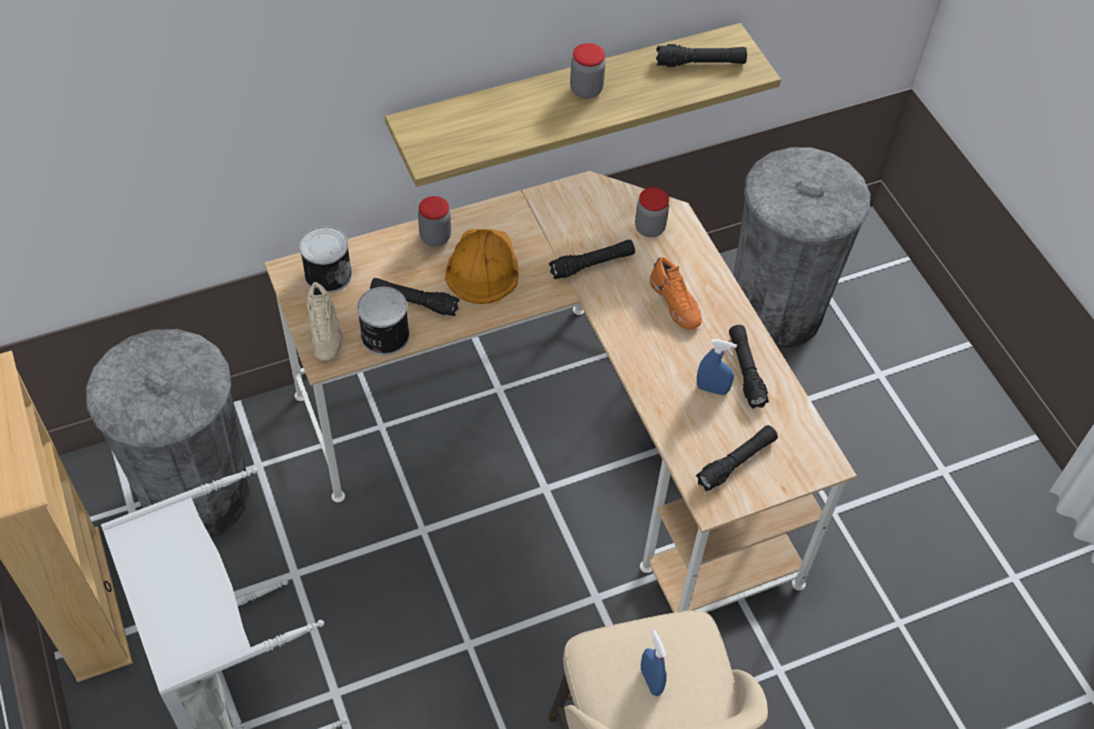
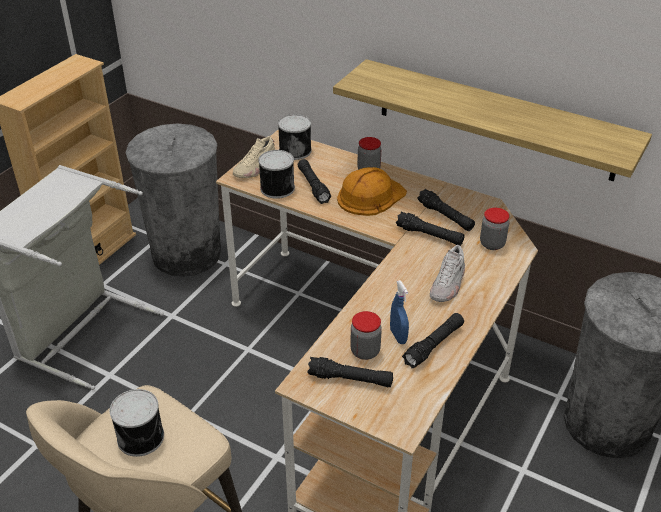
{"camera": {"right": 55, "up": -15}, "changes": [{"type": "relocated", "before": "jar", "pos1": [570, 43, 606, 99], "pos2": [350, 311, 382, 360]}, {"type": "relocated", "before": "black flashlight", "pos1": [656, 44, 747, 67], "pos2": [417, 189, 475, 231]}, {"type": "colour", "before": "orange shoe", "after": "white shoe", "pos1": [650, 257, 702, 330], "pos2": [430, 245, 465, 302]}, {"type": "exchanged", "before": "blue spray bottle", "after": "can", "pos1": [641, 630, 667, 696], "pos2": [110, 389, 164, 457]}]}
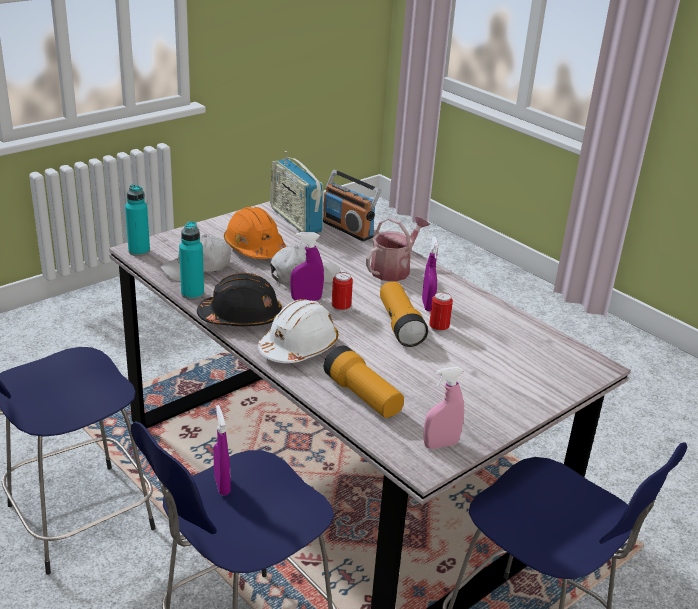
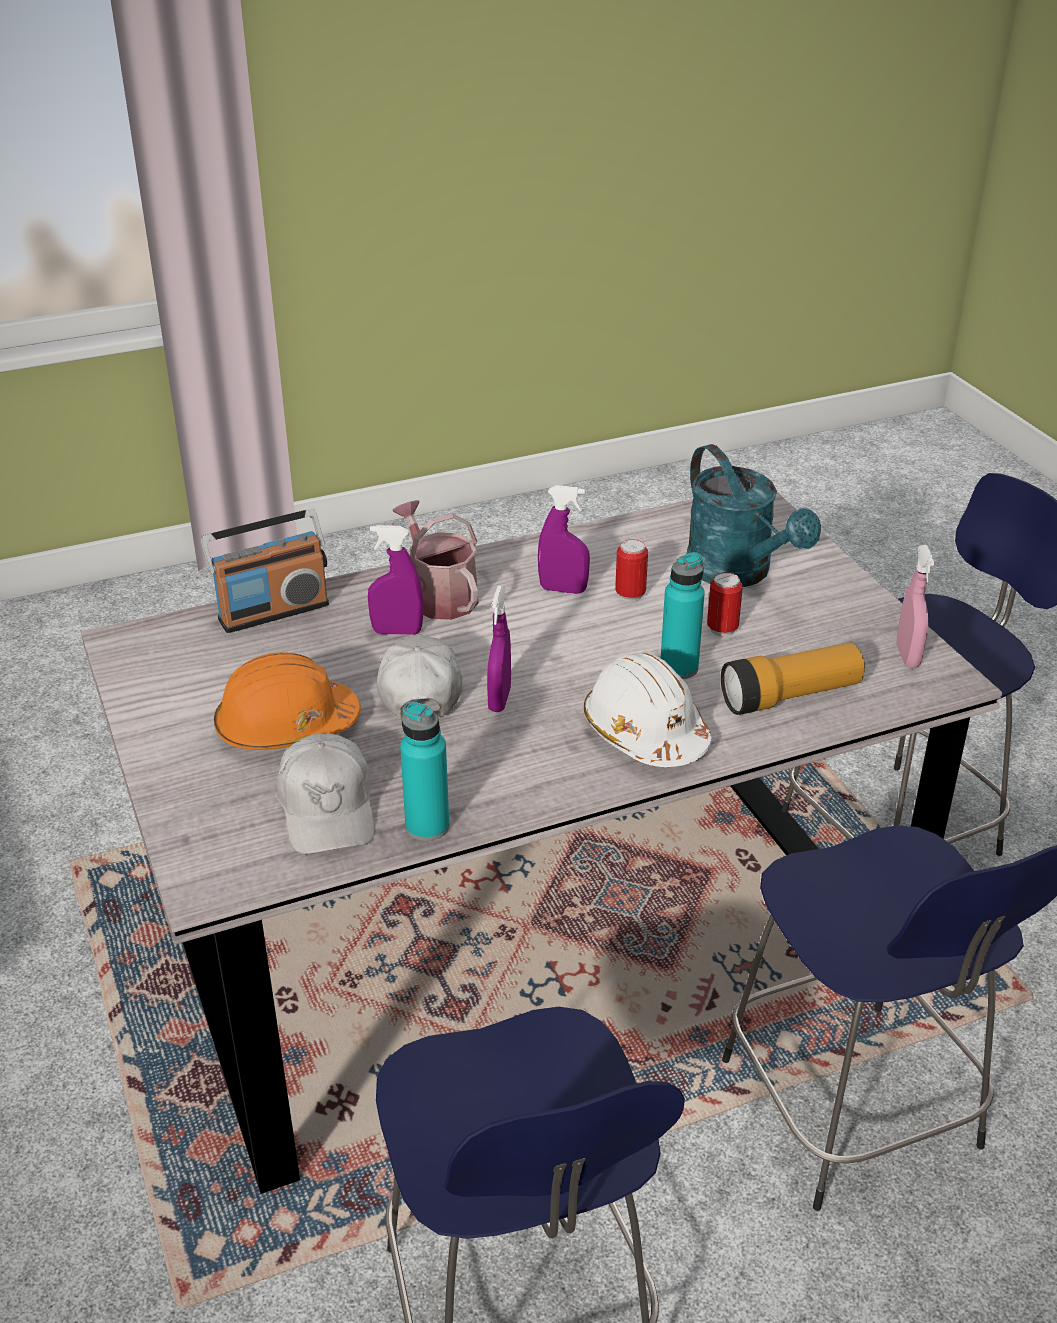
{"camera": {"right": -70, "up": 5}, "changes": [{"type": "missing", "before": "radio", "pos1": [270, 151, 323, 233]}, {"type": "relocated", "before": "turquoise bottle", "pos1": [125, 184, 150, 256], "pos2": [661, 552, 705, 679]}, {"type": "relocated", "before": "can", "pos1": [332, 272, 353, 312], "pos2": [707, 572, 743, 637]}, {"type": "missing", "before": "black hard hat", "pos1": [197, 273, 282, 326]}, {"type": "missing", "before": "flashlight", "pos1": [380, 282, 428, 347]}, {"type": "relocated", "before": "purple spray bottle", "pos1": [213, 405, 231, 495], "pos2": [368, 525, 423, 635]}, {"type": "appeared", "after": "turquoise watering can", "pos2": [687, 444, 821, 587]}]}
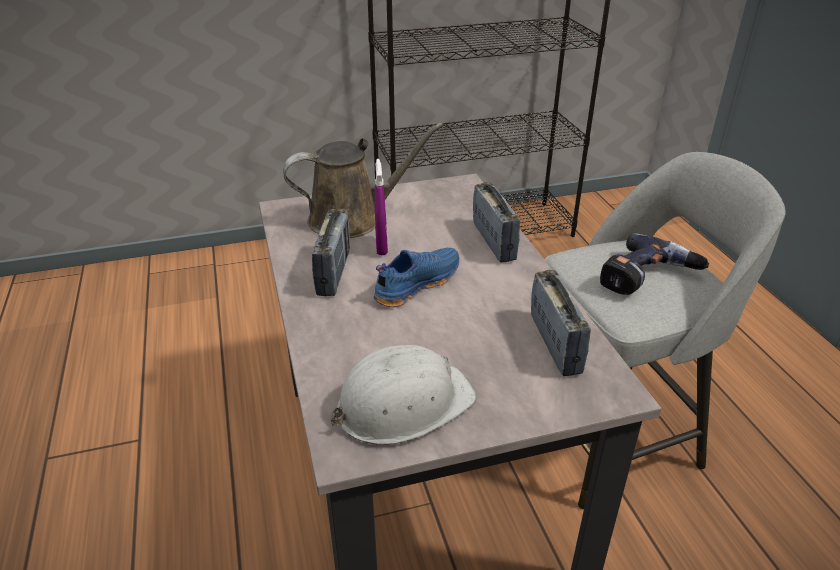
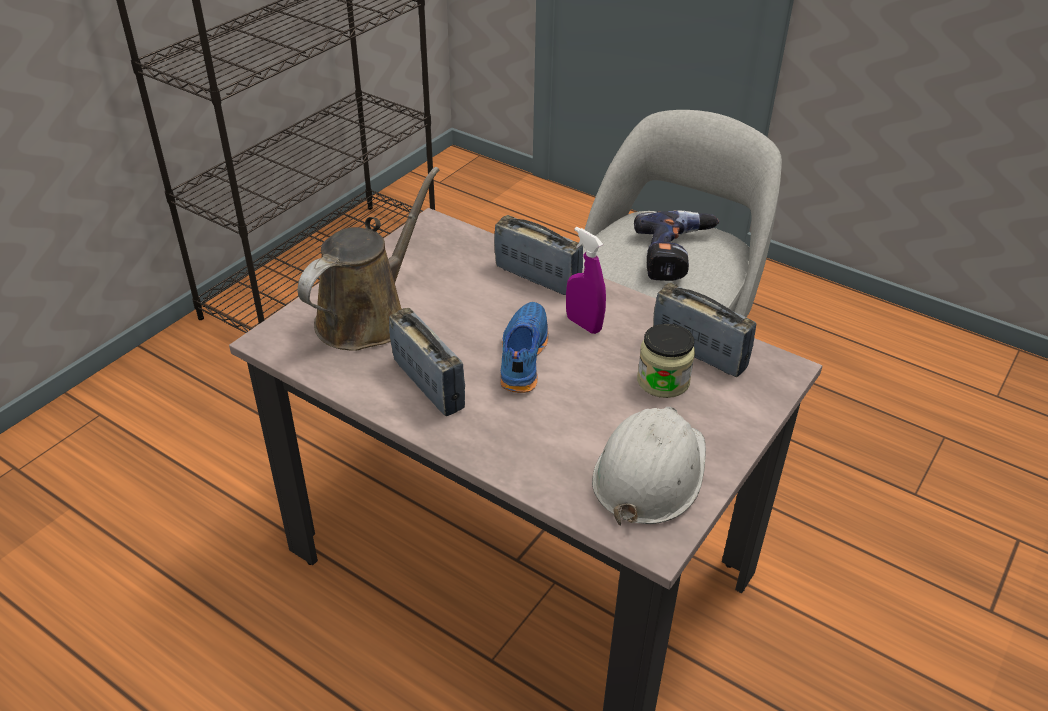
{"camera": {"right": -40, "up": 5}, "changes": [{"type": "relocated", "before": "purple spray bottle", "pos1": [375, 159, 388, 255], "pos2": [566, 227, 606, 334]}, {"type": "appeared", "after": "jar", "pos2": [637, 324, 695, 398]}]}
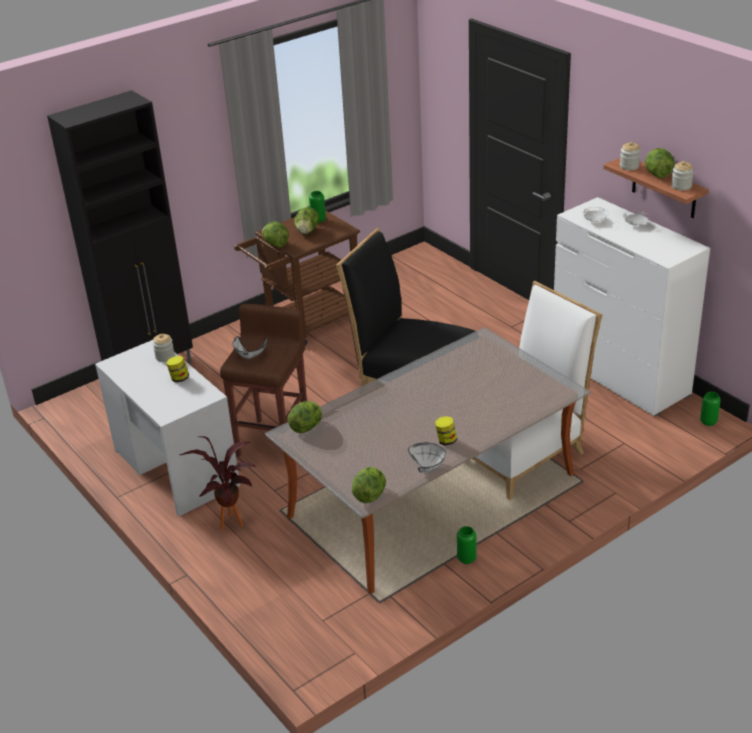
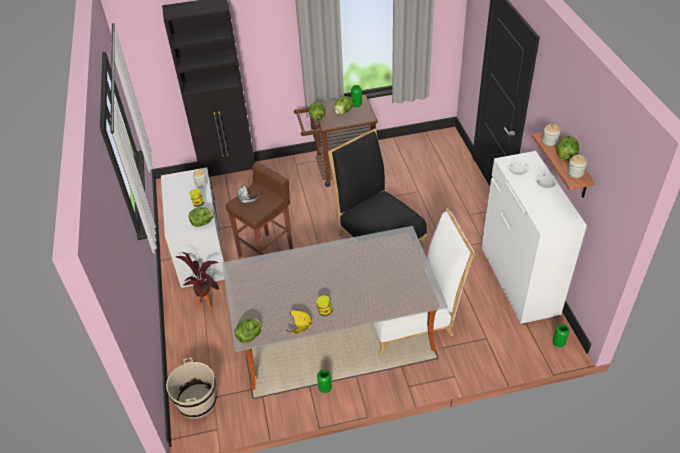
{"camera": {"right": 25, "up": 10}, "changes": [{"type": "relocated", "before": "lettuce", "pos1": [287, 401, 322, 433], "pos2": [189, 207, 214, 227]}, {"type": "colour", "before": "white bowl", "after": "yellow bowl", "pos1": [408, 443, 446, 473], "pos2": [286, 310, 312, 334]}, {"type": "appeared", "after": "beige bucket", "pos2": [166, 358, 216, 419]}]}
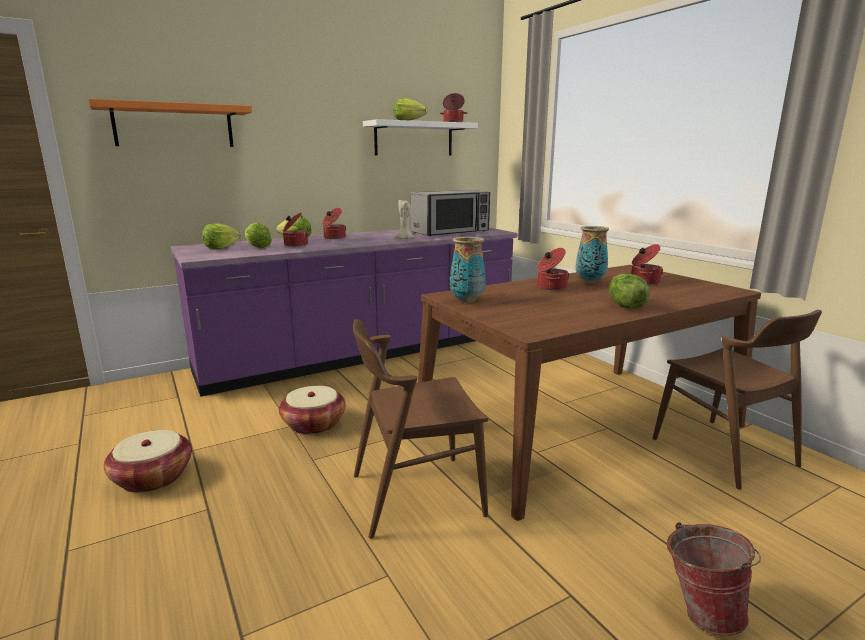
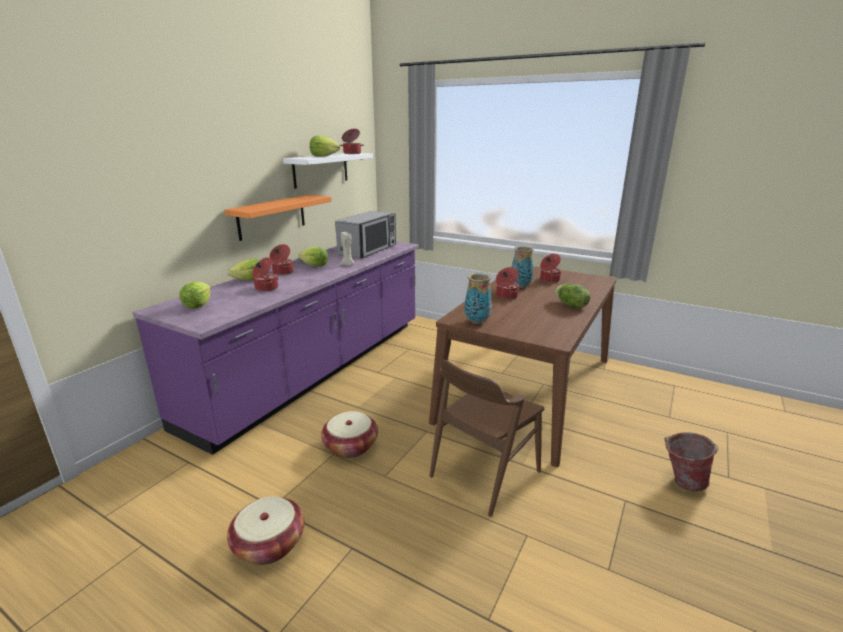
{"camera": {"right": -30, "up": 5}, "changes": [{"type": "relocated", "before": "orange shelf", "pos1": [89, 99, 252, 147], "pos2": [224, 195, 332, 241]}, {"type": "relocated", "before": "lettuce", "pos1": [245, 223, 272, 248], "pos2": [298, 247, 328, 267]}, {"type": "missing", "before": "brown chair", "pos1": [653, 310, 822, 490]}]}
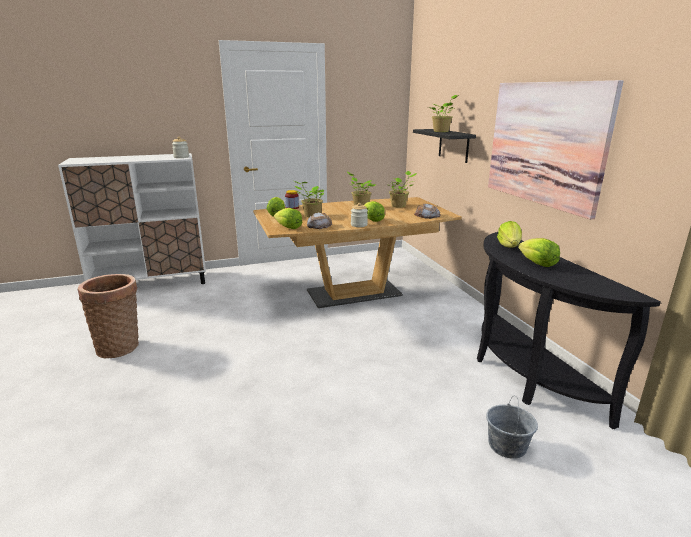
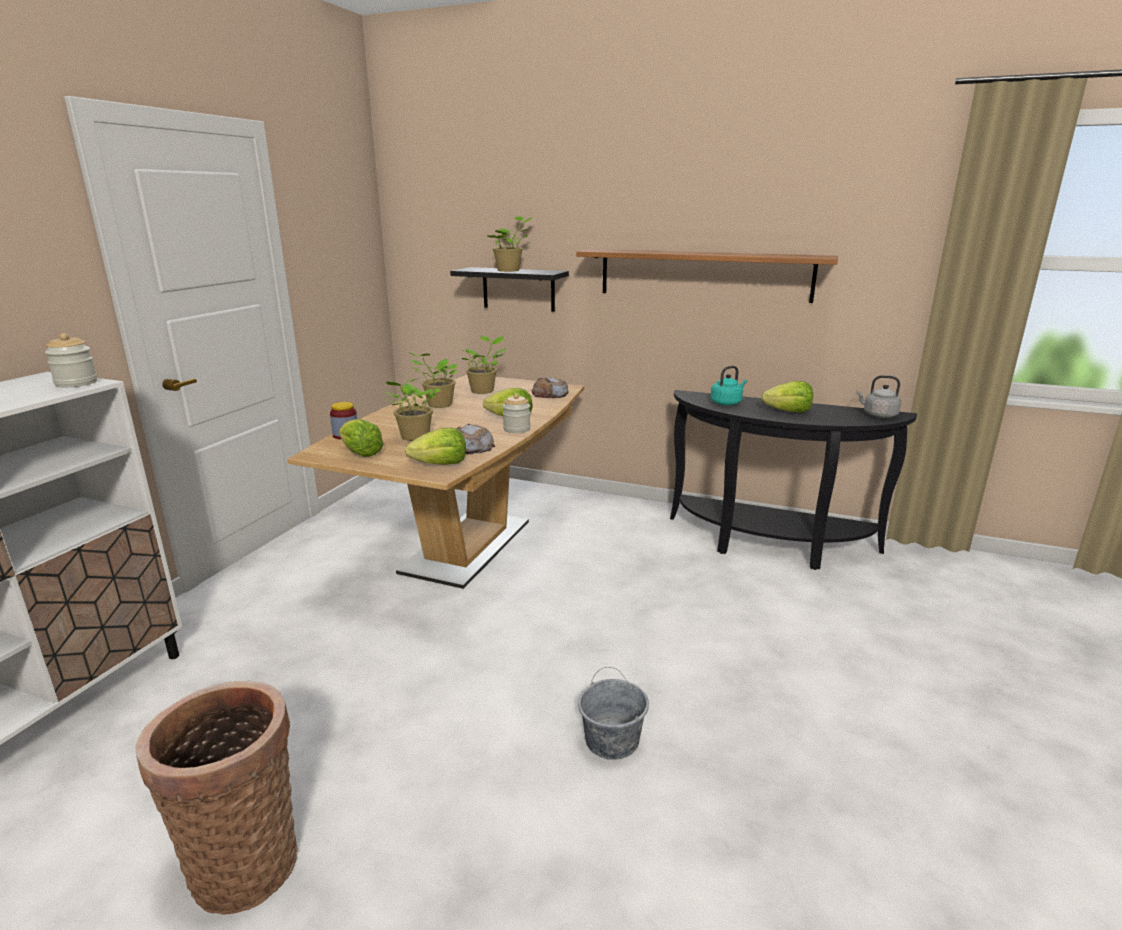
{"camera": {"right": -50, "up": 0}, "changes": [{"type": "exchanged", "before": "picture", "after": "shelf", "pos1": [488, 80, 624, 220], "pos2": [576, 249, 838, 303]}, {"type": "exchanged", "before": "lettuce", "after": "turquoise kettle", "pos1": [497, 221, 522, 248], "pos2": [711, 366, 747, 406]}, {"type": "relocated", "before": "grey bucket", "pos1": [486, 399, 538, 459], "pos2": [578, 667, 649, 760]}, {"type": "appeared", "after": "grey kettle", "pos2": [856, 375, 901, 418]}]}
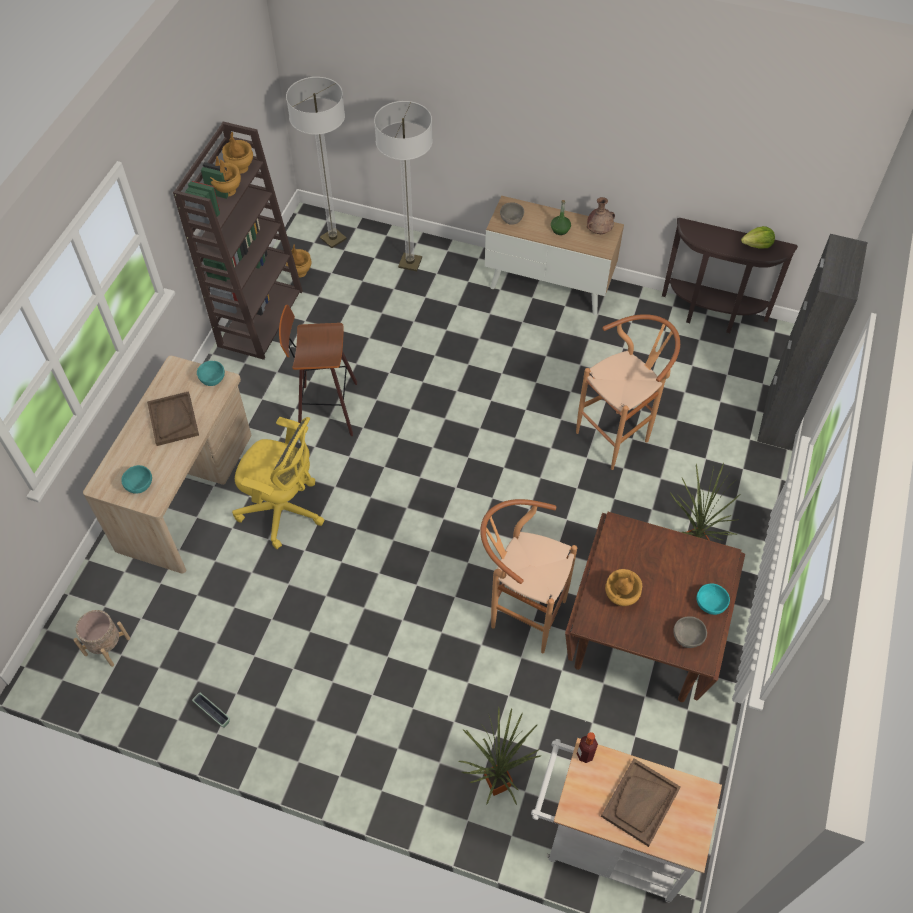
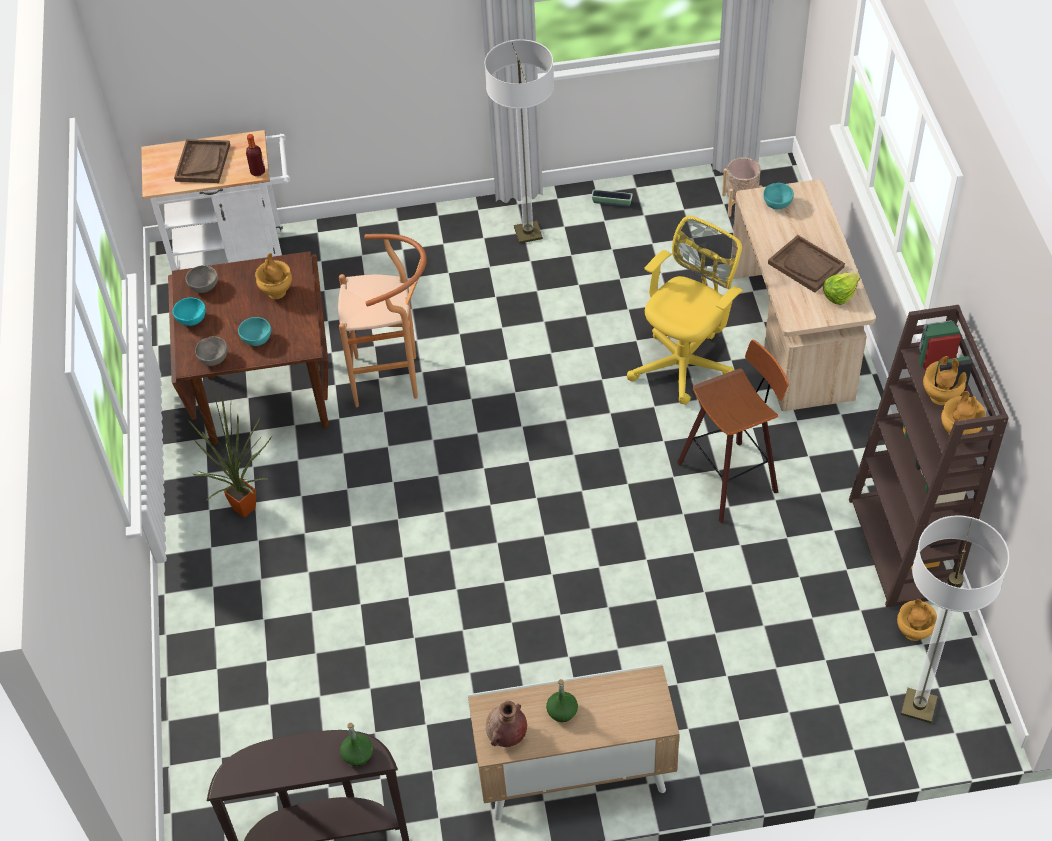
{"camera": {"right": 155, "up": -5}, "changes": [{"type": "relocated", "before": "floor lamp", "pos1": [374, 101, 433, 271], "pos2": [485, 39, 554, 244]}, {"type": "relocated", "before": "grey bowl", "pos1": [500, 202, 524, 225], "pos2": [195, 336, 227, 366]}, {"type": "relocated", "before": "lettuce", "pos1": [741, 226, 775, 249], "pos2": [823, 273, 860, 305]}, {"type": "missing", "before": "black cabinet", "pos1": [757, 234, 867, 450]}, {"type": "missing", "before": "brown stool", "pos1": [576, 314, 680, 470]}, {"type": "relocated", "before": "turquoise bowl", "pos1": [197, 361, 225, 386], "pos2": [238, 317, 271, 346]}, {"type": "spun", "before": "yellow office chair", "pos1": [232, 417, 325, 549], "pos2": [627, 216, 743, 405], "turn": 135}, {"type": "missing", "before": "potted plant", "pos1": [458, 707, 541, 805]}, {"type": "appeared", "after": "green bottle", "pos2": [340, 723, 373, 766]}]}
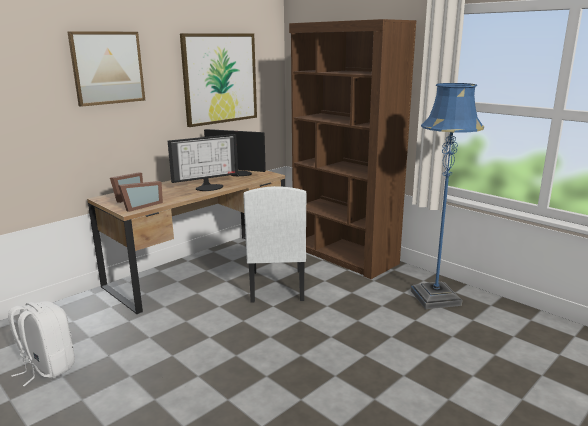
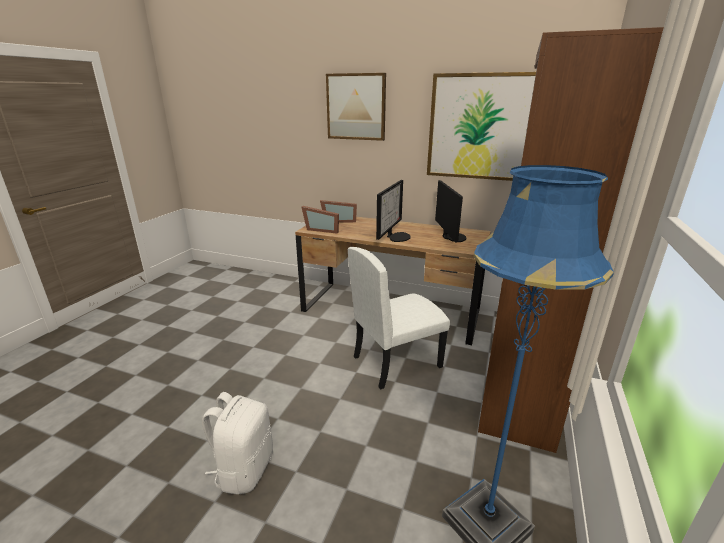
{"camera": {"right": 65, "up": 5}, "changes": [{"type": "spun", "before": "monitor", "pos1": [168, 134, 238, 191], "pos2": [376, 180, 411, 242], "turn": -105}, {"type": "relocated", "before": "white backpack", "pos1": [8, 301, 75, 386], "pos2": [202, 392, 273, 494]}]}
